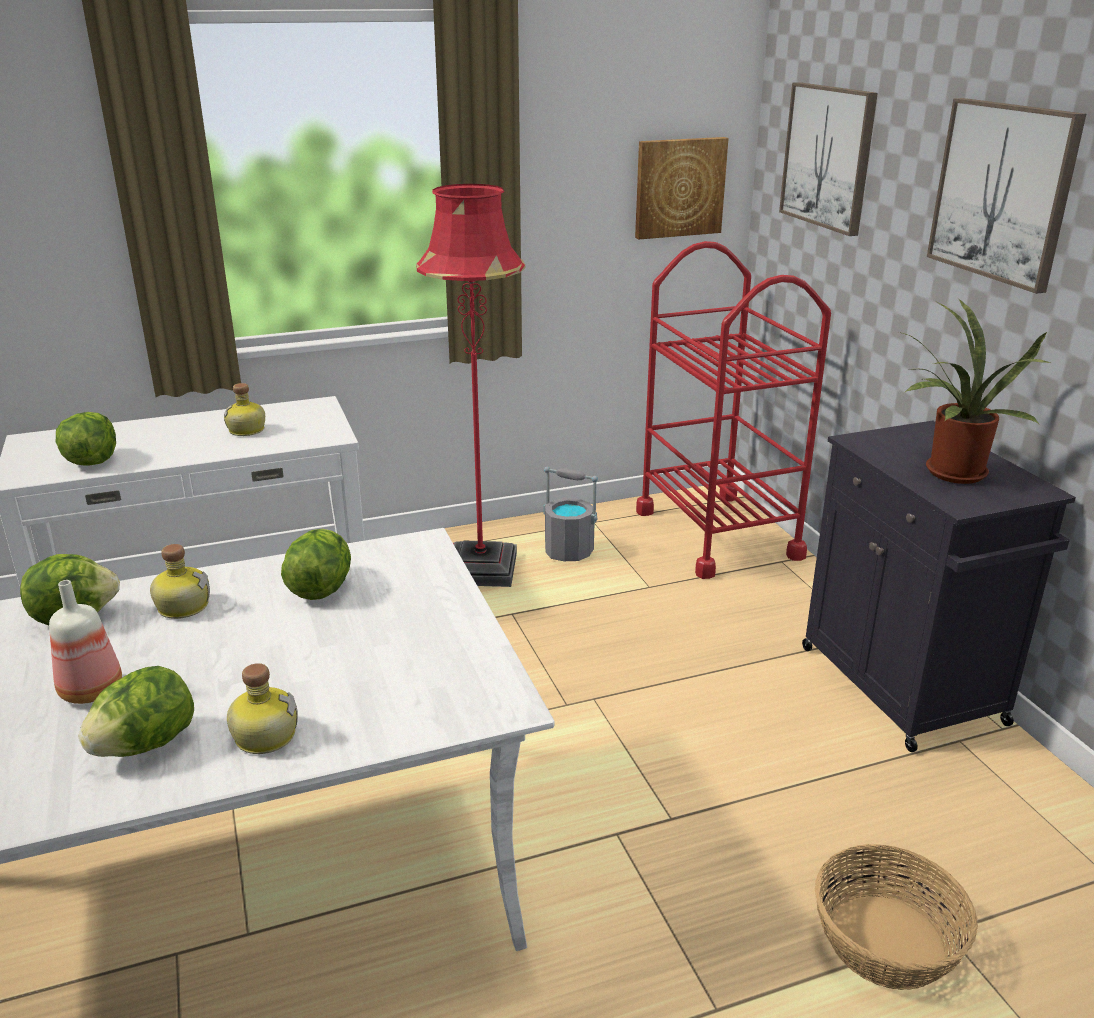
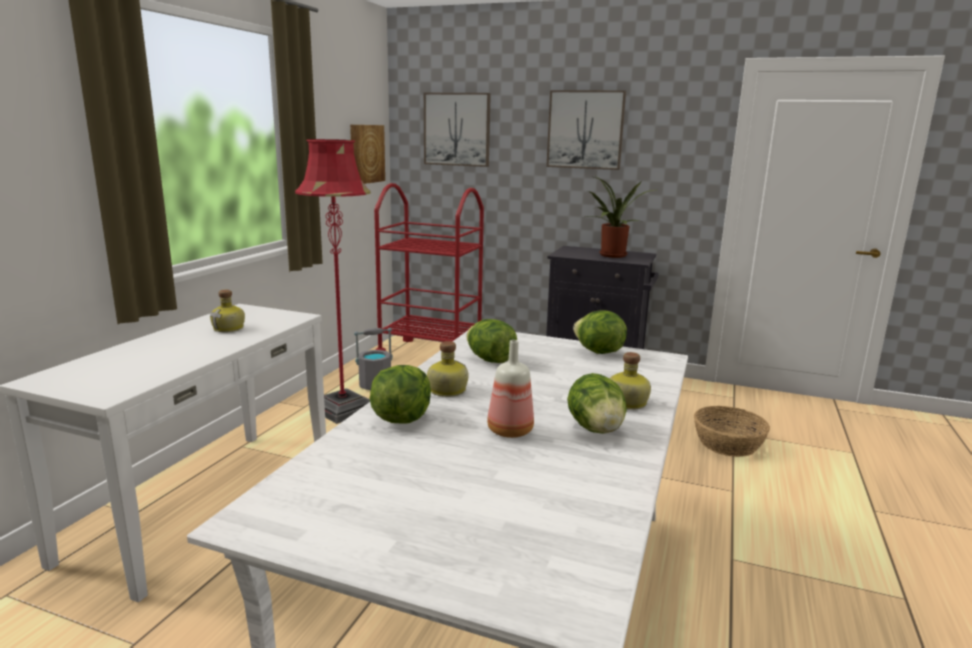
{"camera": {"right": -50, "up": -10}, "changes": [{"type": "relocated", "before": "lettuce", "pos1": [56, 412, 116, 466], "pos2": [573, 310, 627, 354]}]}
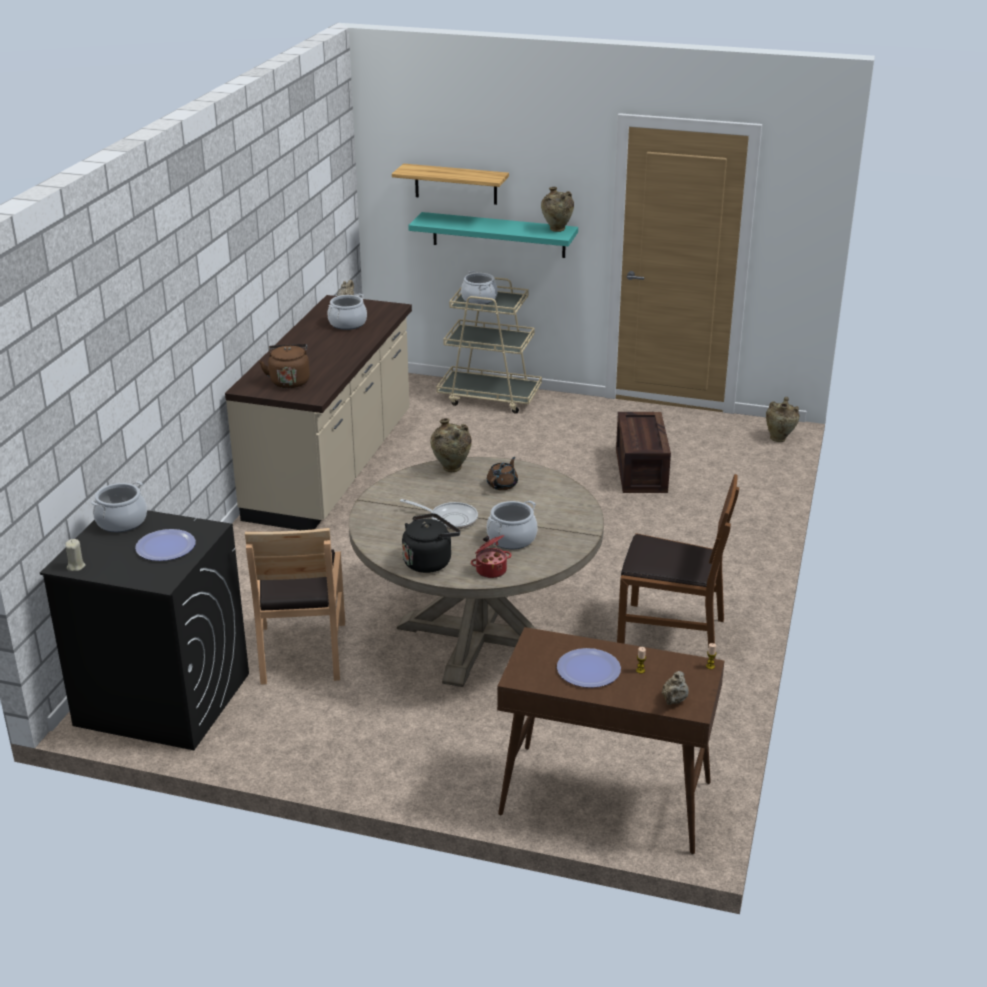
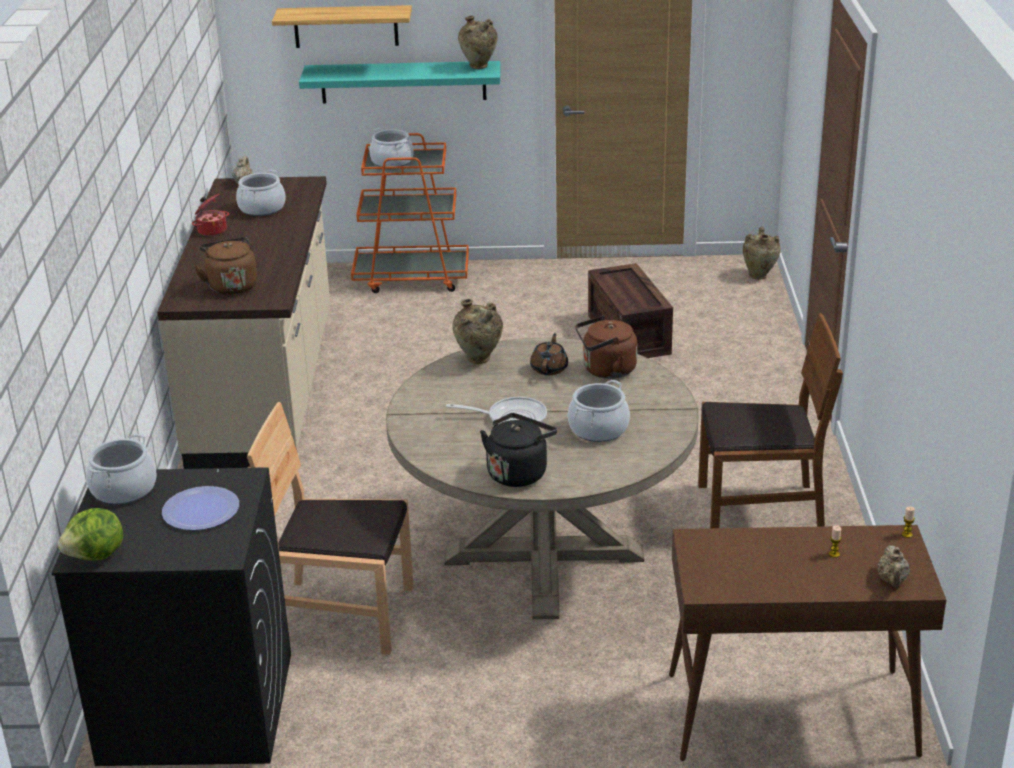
{"camera": {"right": -15, "up": 0}, "changes": [{"type": "colour", "before": "beige cart", "after": "orange cart", "pos1": [436, 277, 542, 414], "pos2": [351, 133, 469, 293]}, {"type": "spun", "before": "brown chair", "pos1": [245, 528, 345, 685], "pos2": [247, 402, 414, 655], "turn": 120}, {"type": "relocated", "before": "cooking pot", "pos1": [471, 535, 512, 578], "pos2": [192, 194, 229, 236]}, {"type": "exchanged", "before": "beige candle", "after": "lettuce", "pos1": [65, 539, 85, 571], "pos2": [58, 508, 123, 561]}, {"type": "missing", "before": "plate", "pos1": [557, 648, 621, 688]}, {"type": "appeared", "after": "brown kettle", "pos2": [575, 316, 637, 379]}]}
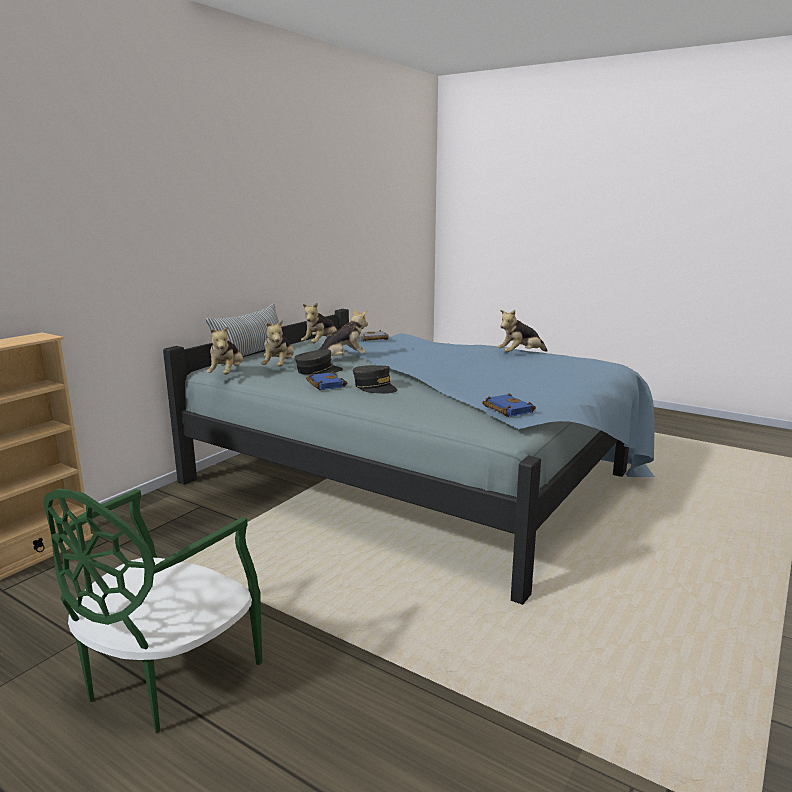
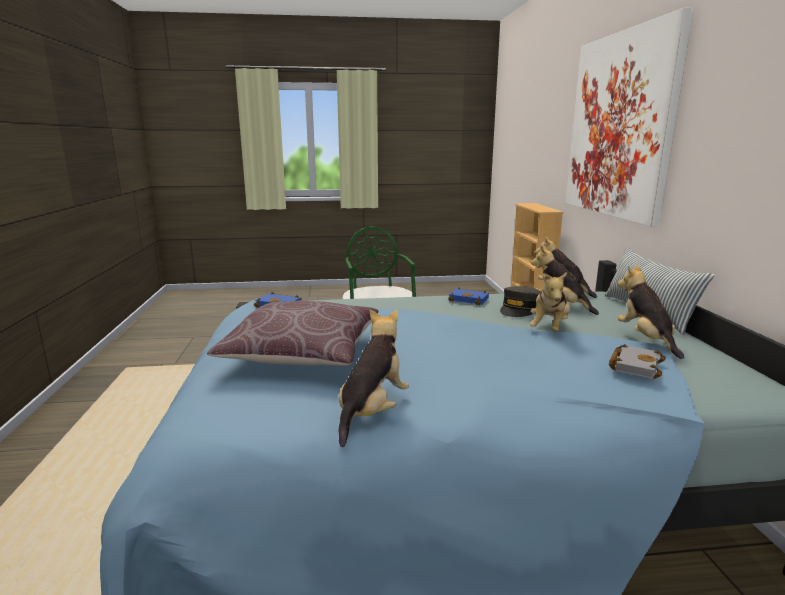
{"camera": {"right": 140, "up": 0}, "changes": [{"type": "missing", "before": "grey cap", "pos1": [353, 365, 398, 394]}, {"type": "appeared", "after": "picture", "pos2": [566, 8, 693, 226]}, {"type": "appeared", "after": "brown pillow", "pos2": [207, 301, 379, 366]}]}
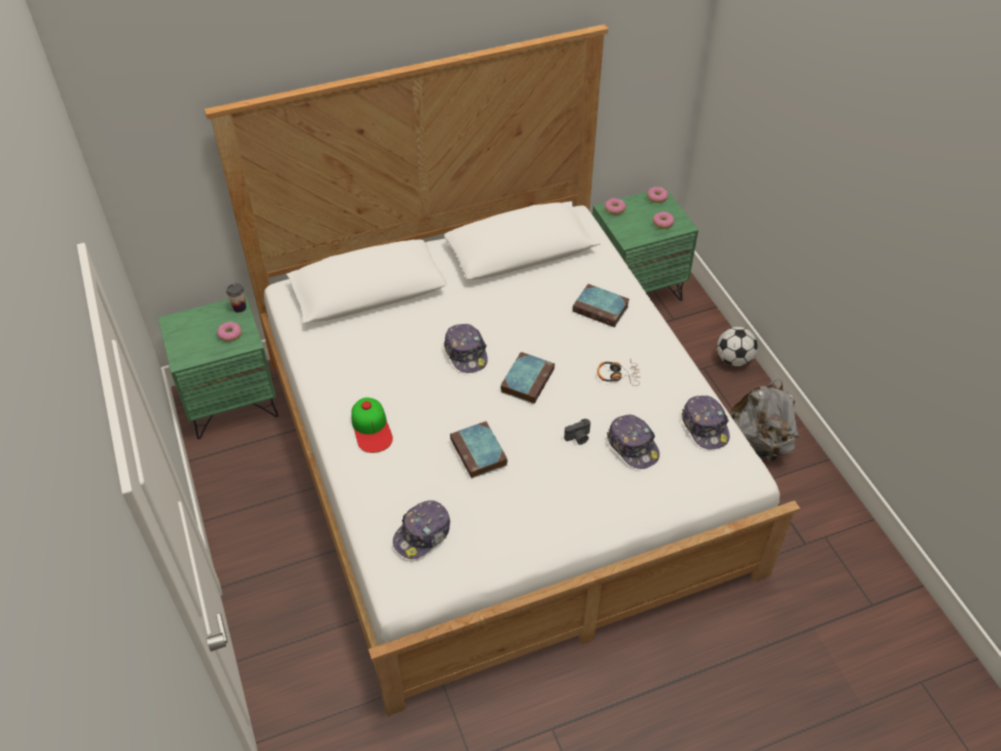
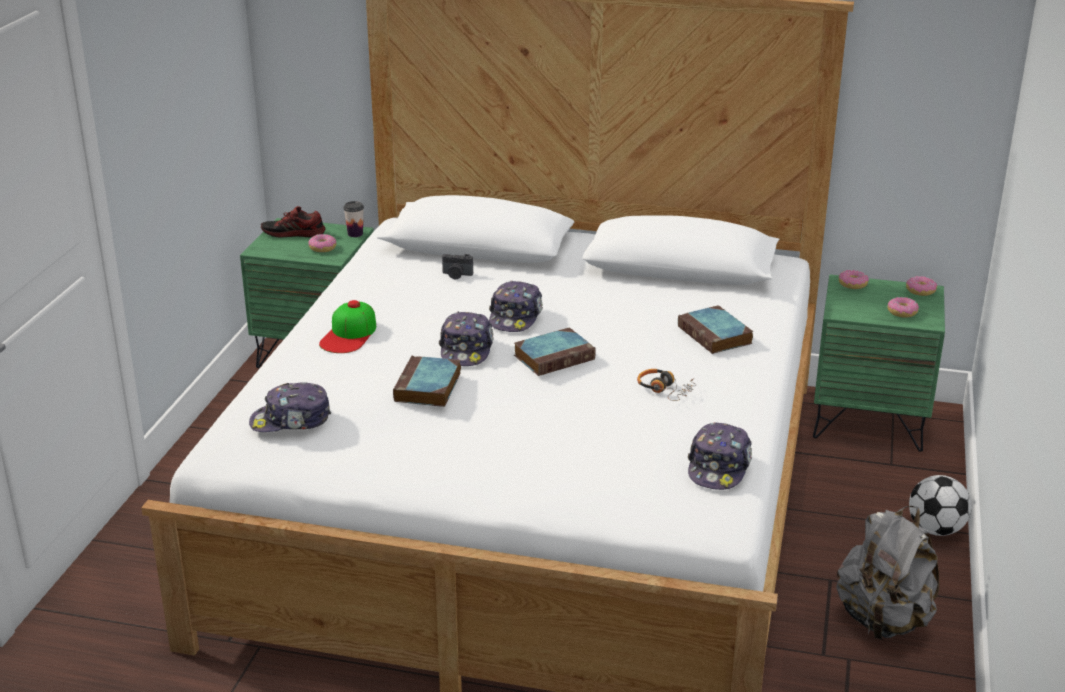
{"camera": {"right": 35, "up": -20}, "changes": [{"type": "relocated", "before": "cap", "pos1": [607, 415, 660, 469], "pos2": [439, 311, 494, 366]}, {"type": "relocated", "before": "photo camera", "pos1": [564, 419, 591, 445], "pos2": [442, 254, 473, 279]}, {"type": "appeared", "after": "shoe", "pos2": [261, 206, 325, 237]}]}
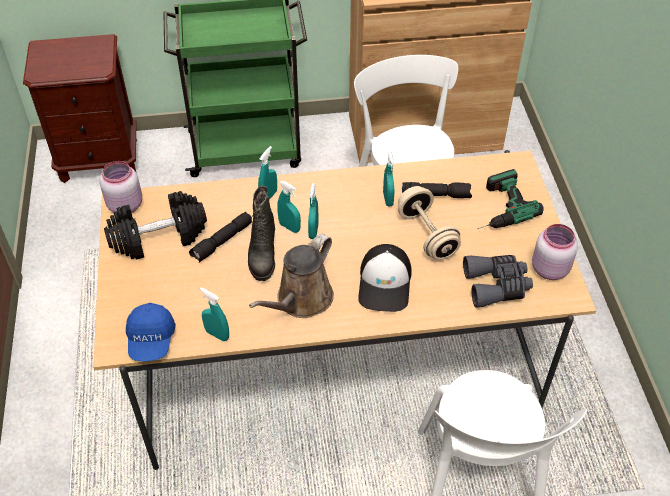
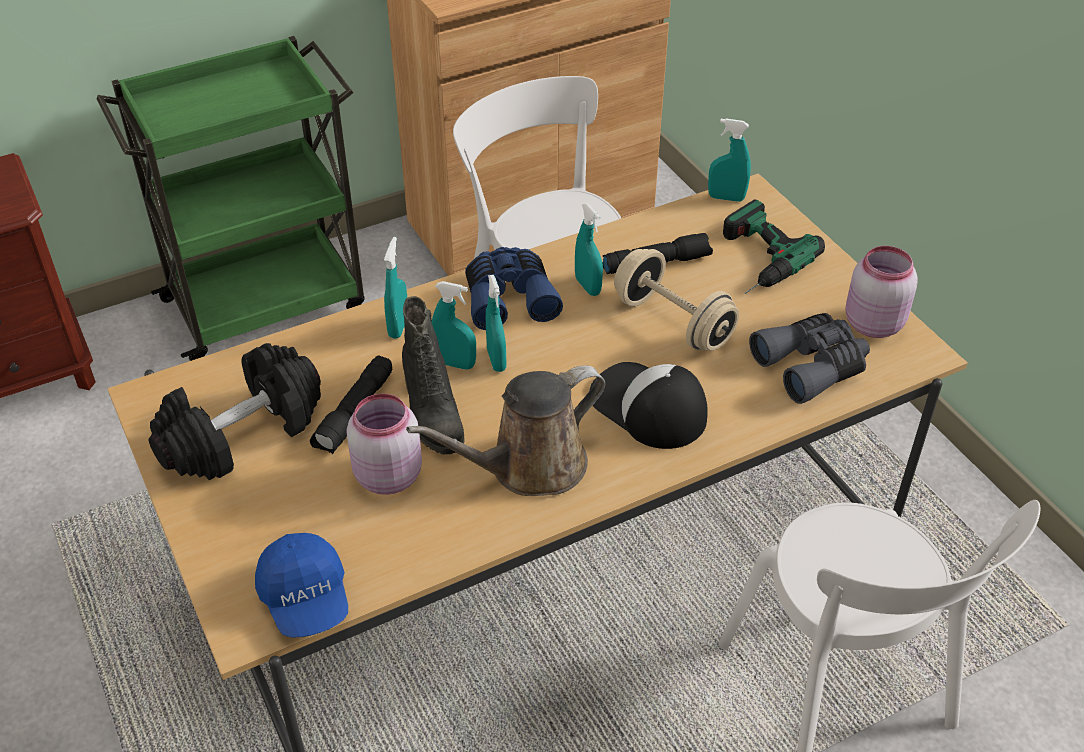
{"camera": {"right": -20, "up": -5}, "changes": [{"type": "relocated", "before": "pink jar", "pos1": [99, 161, 142, 213], "pos2": [347, 393, 422, 495]}, {"type": "spun", "before": "brown watering can", "pos1": [249, 234, 334, 318], "pos2": [406, 366, 605, 496], "turn": 45}, {"type": "spun", "before": "cap", "pos1": [358, 244, 412, 312], "pos2": [589, 362, 708, 449], "turn": 150}, {"type": "relocated", "before": "turquoise spray bottle", "pos1": [200, 287, 229, 341], "pos2": [708, 118, 751, 202]}, {"type": "appeared", "after": "blue binoculars", "pos2": [465, 247, 563, 330]}]}
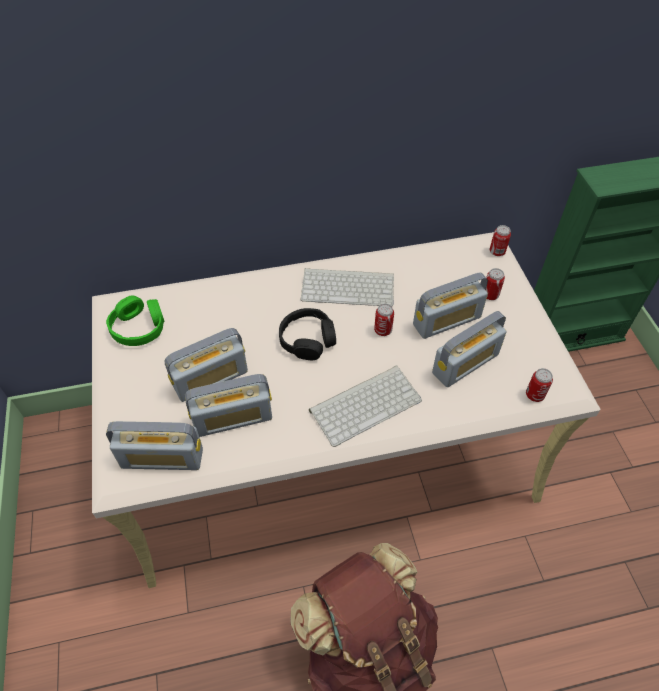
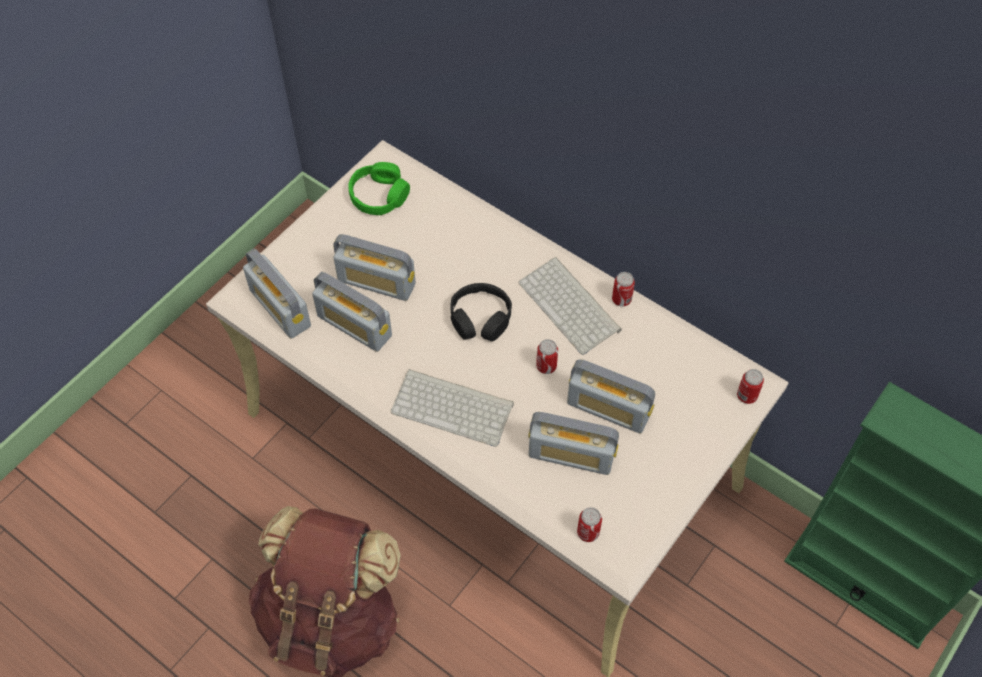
{"camera": {"right": 50, "up": 5}, "changes": [{"type": "relocated", "before": "can", "pos1": [486, 268, 505, 300], "pos2": [612, 272, 635, 307]}]}
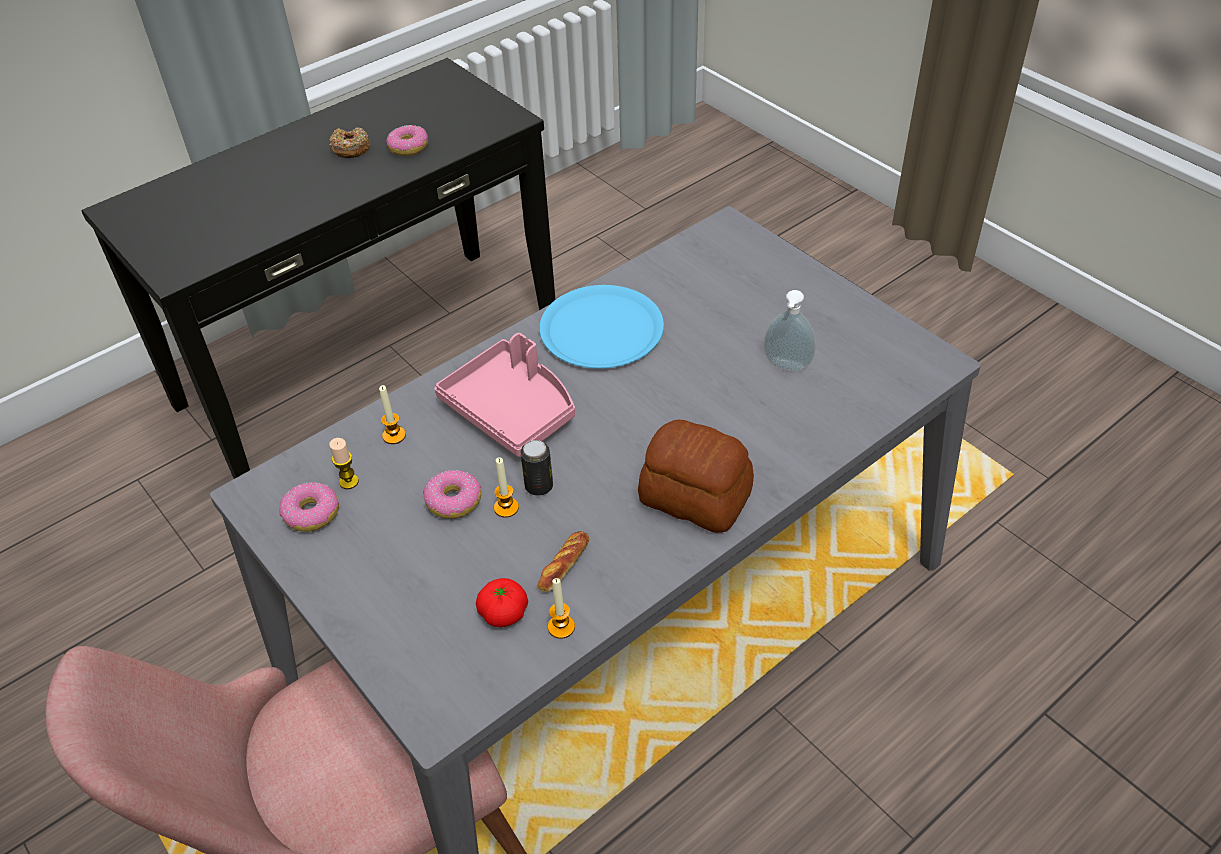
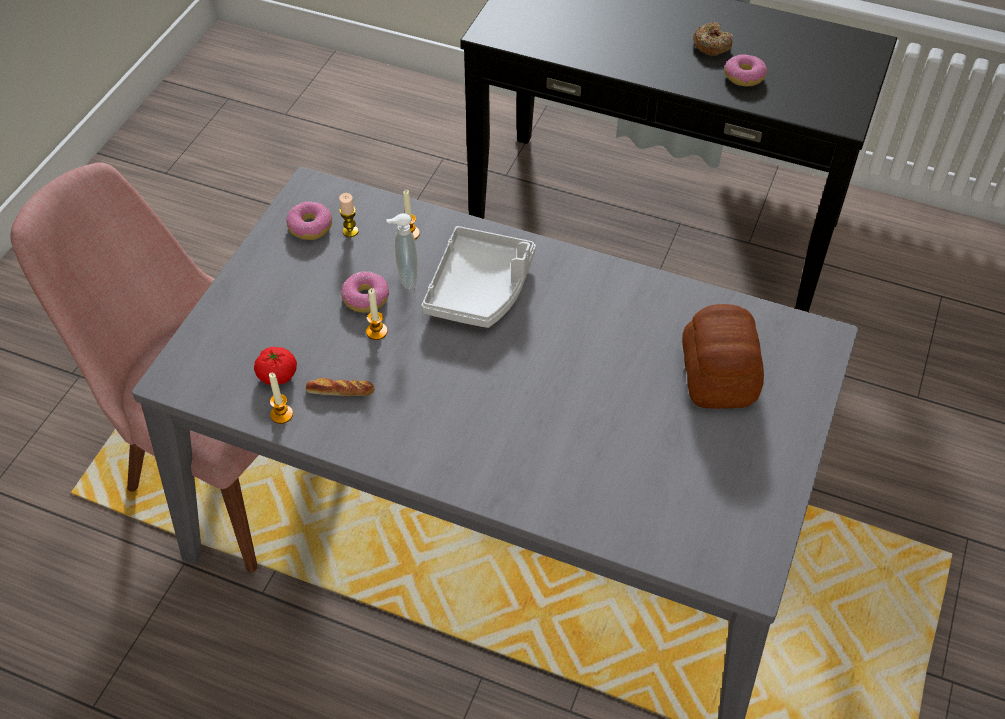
{"camera": {"right": 60, "up": 5}, "changes": [{"type": "missing", "before": "blue plate", "pos1": [539, 285, 664, 369]}, {"type": "relocated", "before": "soap dispenser", "pos1": [764, 290, 816, 371], "pos2": [386, 213, 417, 289]}, {"type": "colour", "before": "pink tray", "after": "grey tray", "pos1": [434, 333, 575, 457], "pos2": [421, 226, 536, 328]}, {"type": "relocated", "before": "bread", "pos1": [638, 420, 754, 533], "pos2": [682, 304, 764, 409]}, {"type": "missing", "before": "can", "pos1": [520, 440, 553, 496]}]}
